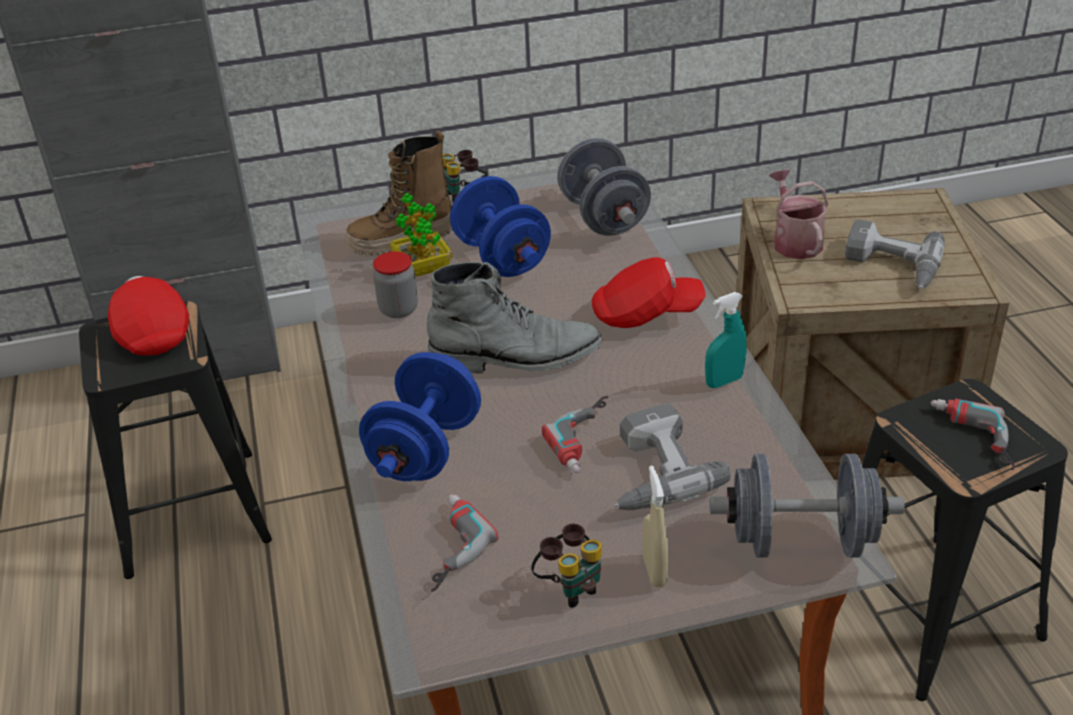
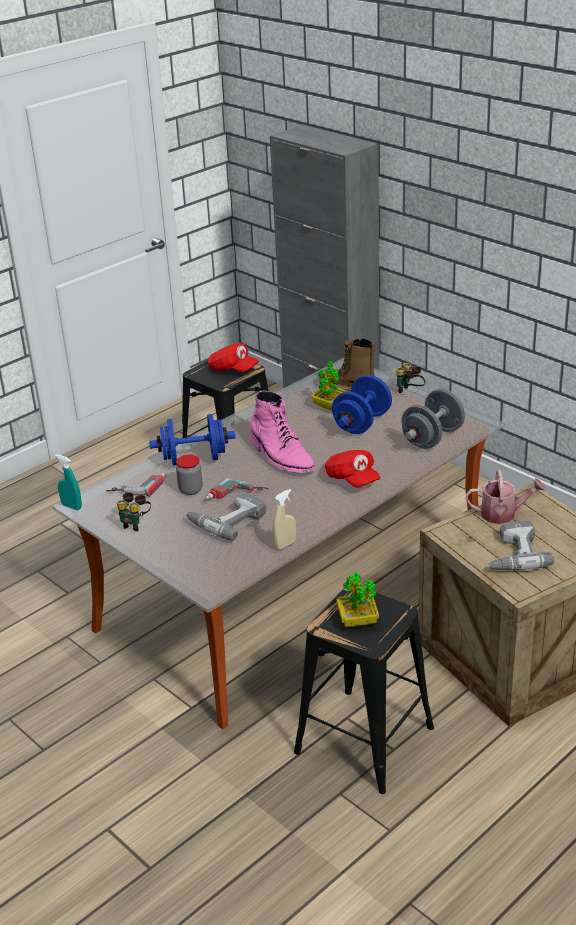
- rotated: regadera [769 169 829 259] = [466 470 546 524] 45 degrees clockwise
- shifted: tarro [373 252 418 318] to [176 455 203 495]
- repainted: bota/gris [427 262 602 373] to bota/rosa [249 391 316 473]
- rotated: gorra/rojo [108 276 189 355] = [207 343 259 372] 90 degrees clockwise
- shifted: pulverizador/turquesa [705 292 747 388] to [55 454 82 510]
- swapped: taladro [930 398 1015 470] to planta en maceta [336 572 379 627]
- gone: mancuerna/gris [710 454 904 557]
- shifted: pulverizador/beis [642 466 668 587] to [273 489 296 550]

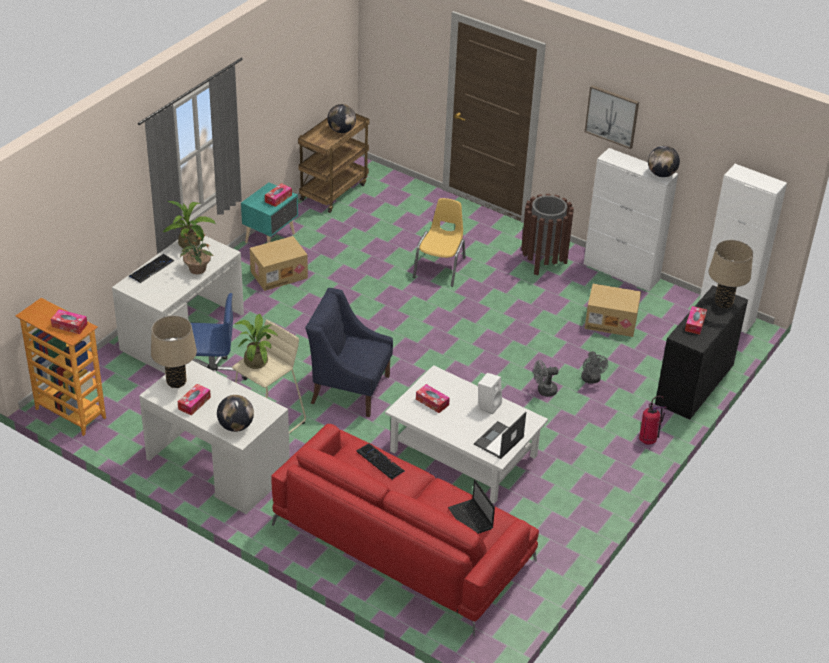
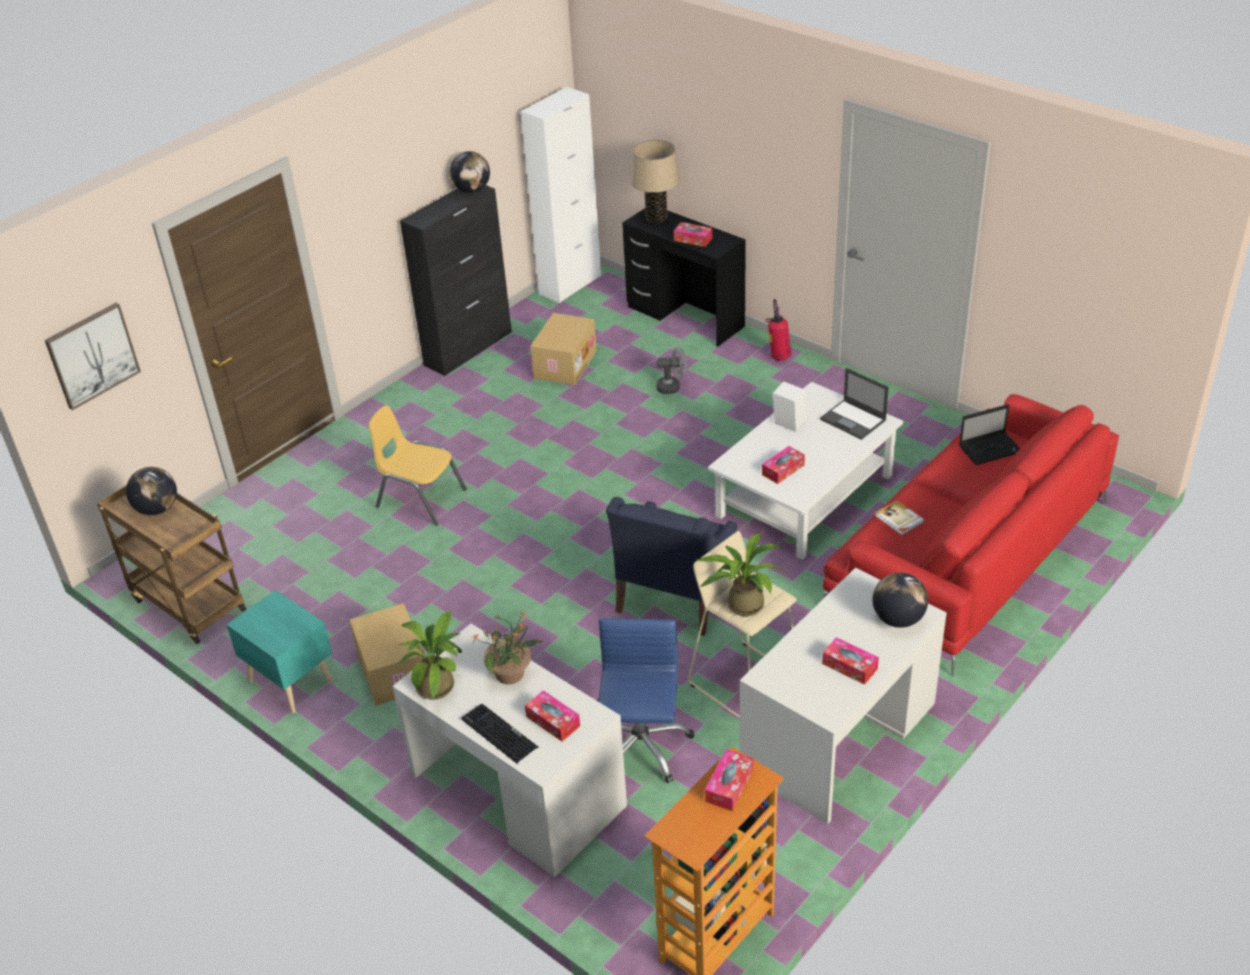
- shifted: cuadro [585 85 639 149] to [45 303 141 410]
- repainted: armario/blanco [584 148 678 291] to armario/negro [400 185 512 376]
- shifted: caja de pañuelos [265 183 292 207] to [525 690 580 741]
- gone: papelera/marrón [521 194 574 275]
- gone: lámpara de mesa/beis [151 315 197 388]
- gone: ventilador/gris [533 360 559 397]
- swapped: teclado [357 444 405 480] to libro [875 500 924 535]

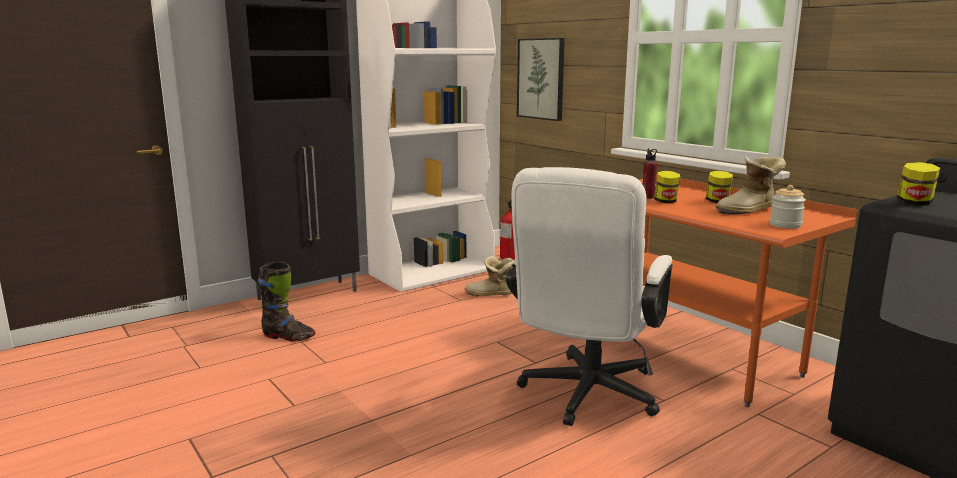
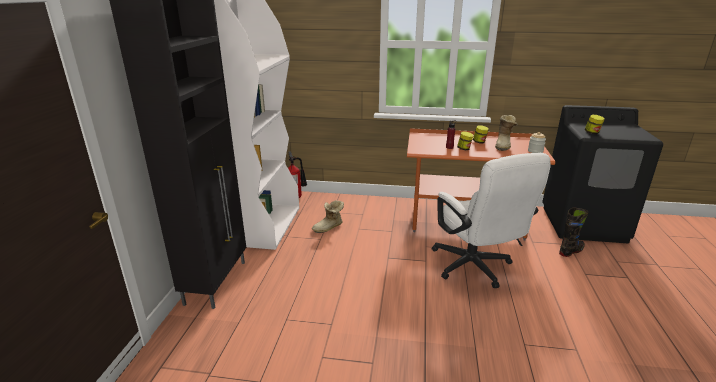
- gone: cuadro [517 38 565 121]
- shifted: bota/negro [258 262 315 342] to [559 207 588 257]

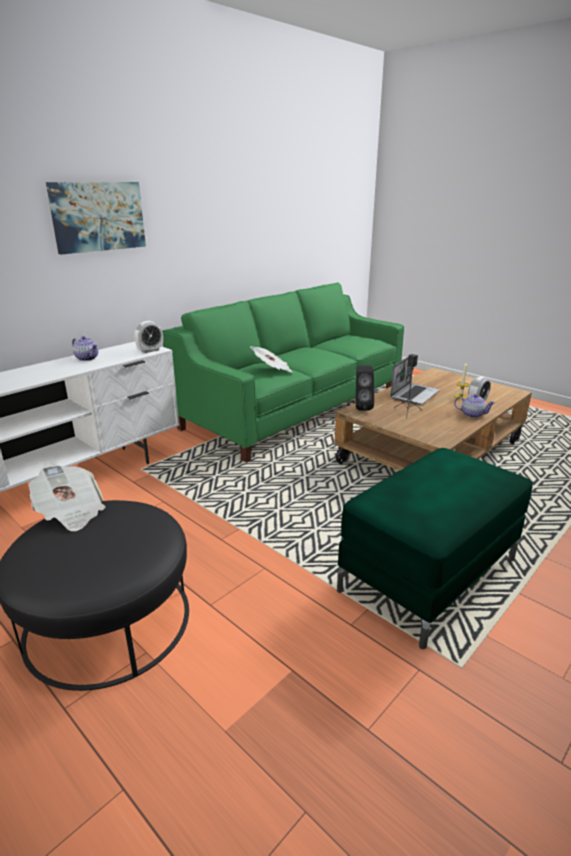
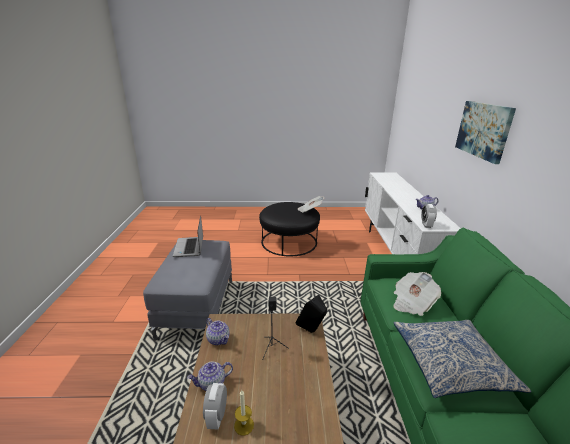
- shifted: portátil [390 357 440 405] to [173 216 203 257]
- repainted: puf/verde [337 448 533 649] to puf/gris [143 240 232 341]
- new: tetera [206 318 230 345]
- new: cojín [393 320 532 398]

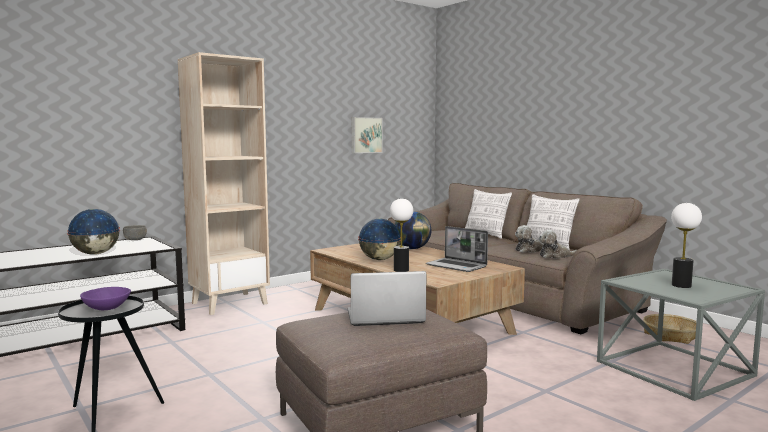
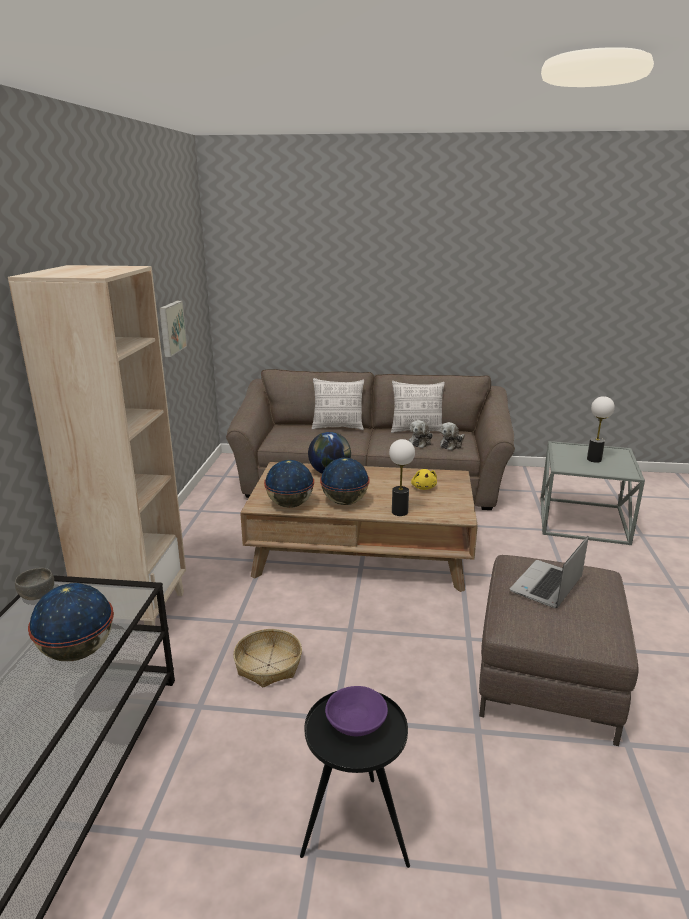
- swapped: portátil [426 226 488 272] to peluche/amarillo [411 469 437 490]
- shifted: cesta [643 314 697 344] to [233 629 302 687]
- new: globo terráqueo [264 460 314 508]

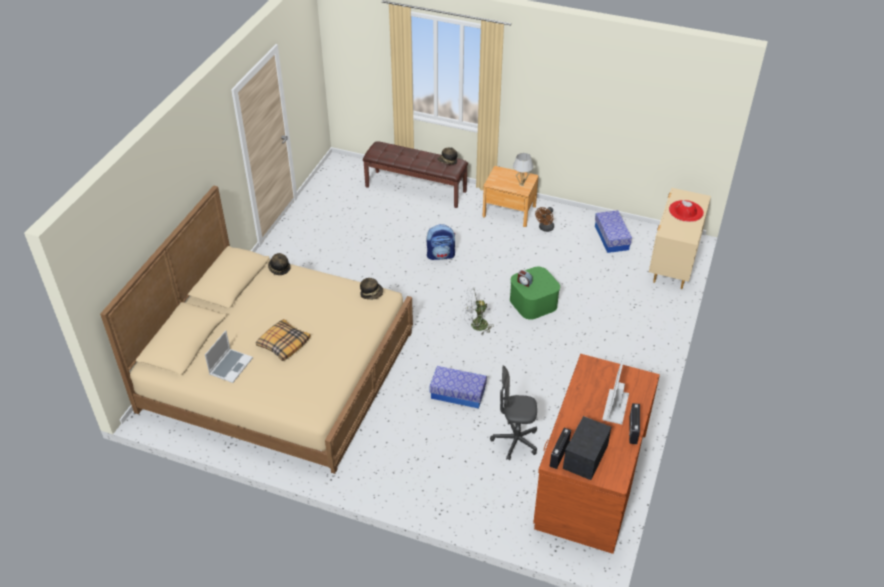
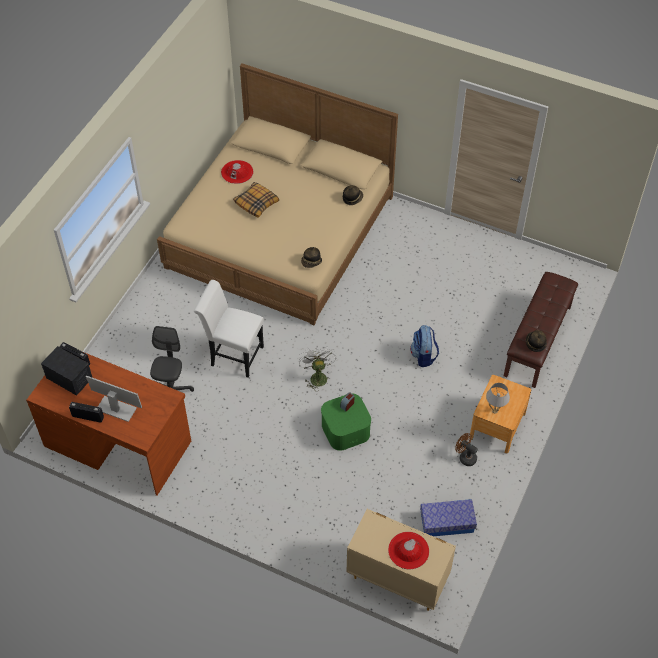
- swapped: portátil [205 330 253 383] to sombrero/rojo [221 160 253 184]
- swapped: caja de almacenaje [429 366 487 409] to silla/blanco [194 280 264 378]

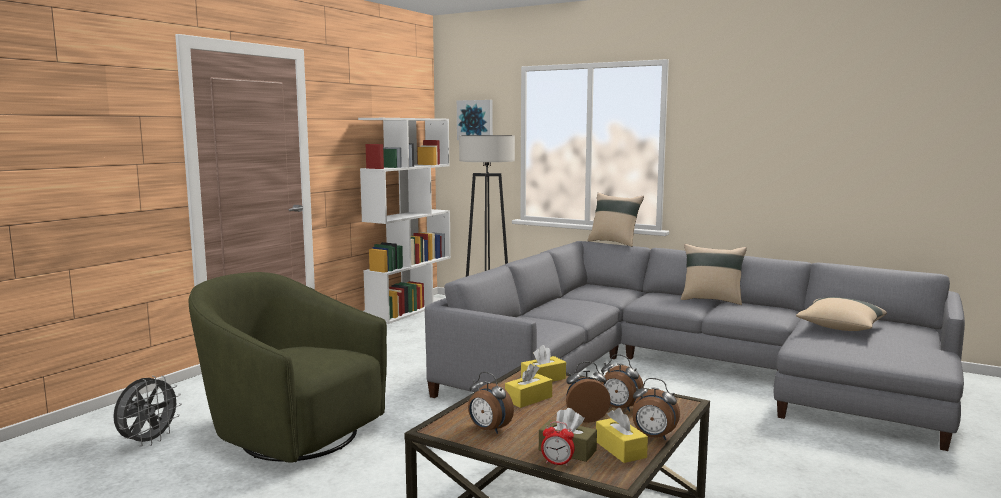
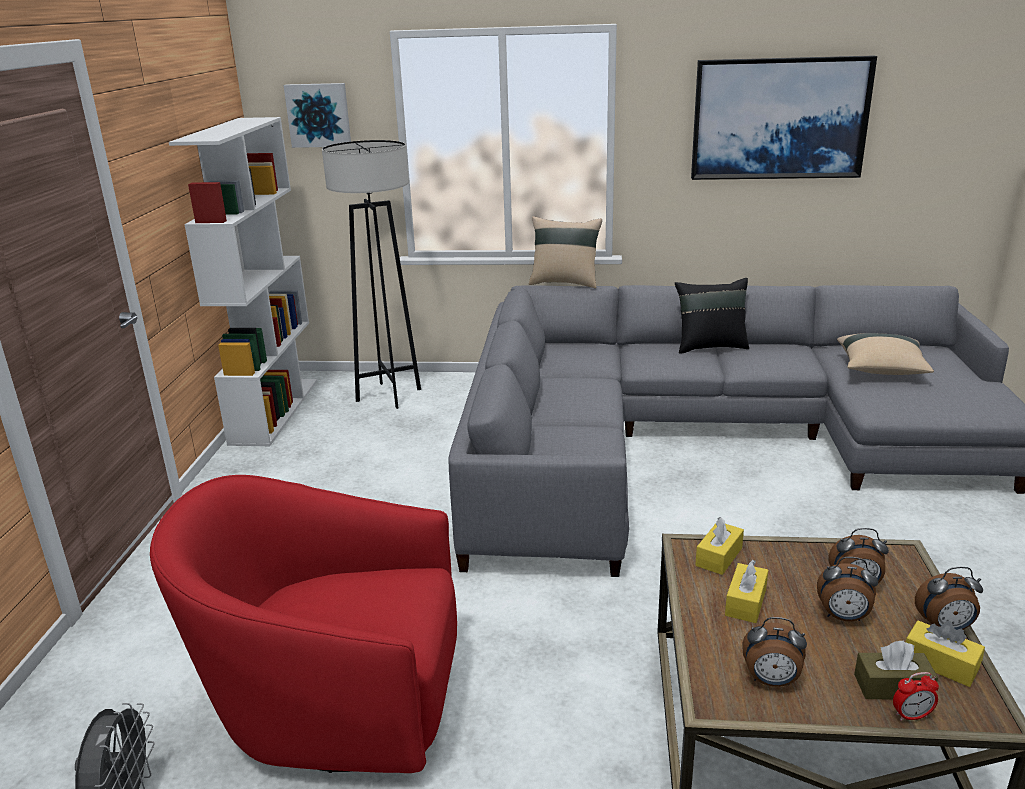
- repainted: cojín/beis [680 244 747 305] to cojín/negro [675 278 749 354]
- repainted: sillón/verde [188 272 387 463] to sillón/rojo [150 475 457 773]
- rotated: despertador [566 362 610 423] = [817 557 878 621] 135 degrees counterclockwise
- new: cuadro [691 55 877 180]

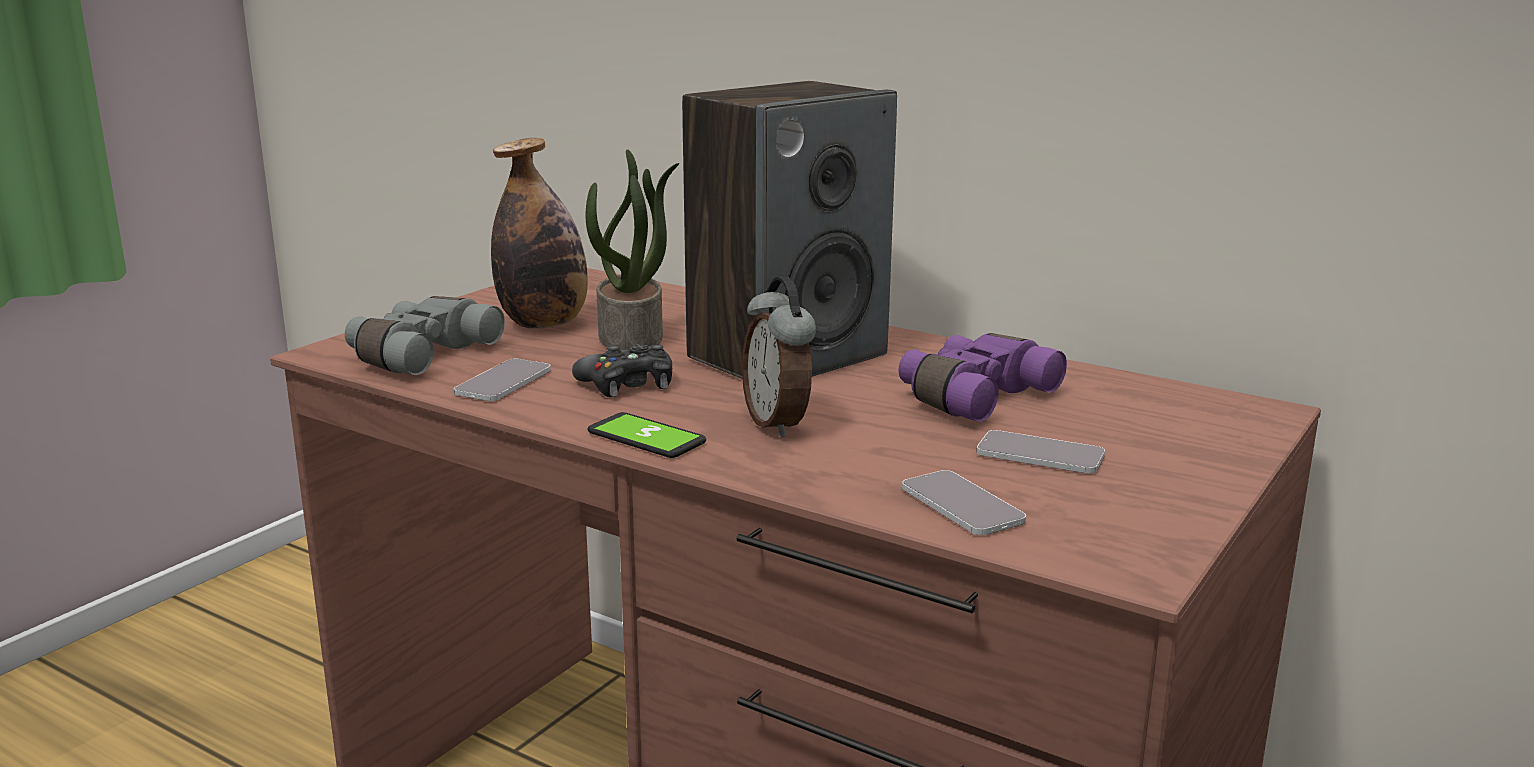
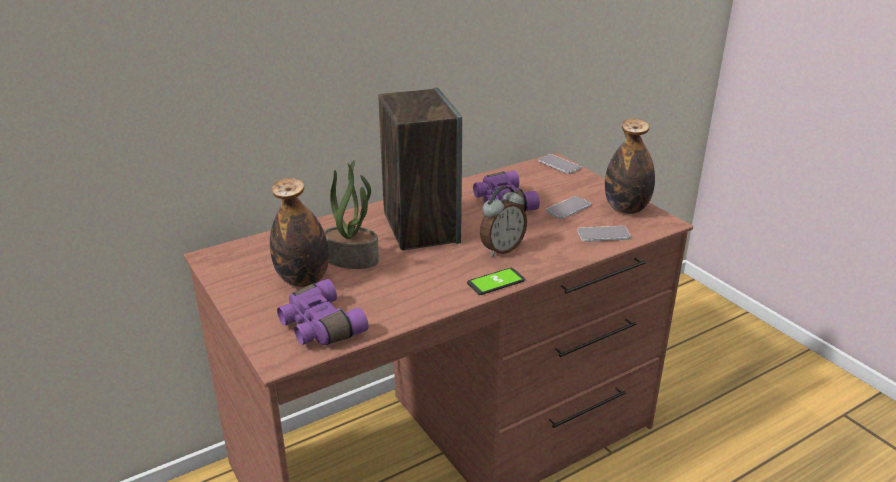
- rotated: despertador [742 277 816 437] = [480 186 527 256] 45 degrees counterclockwise
- repainted: prismáticos/gris [345 296 505 375] to prismáticos/morado [277 279 369 345]
- gone: mando de consola/negro [572 344 672 397]
- shifted: móvil [454 359 551 401] to [538 154 581 174]
- new: botella [605 119 655 214]

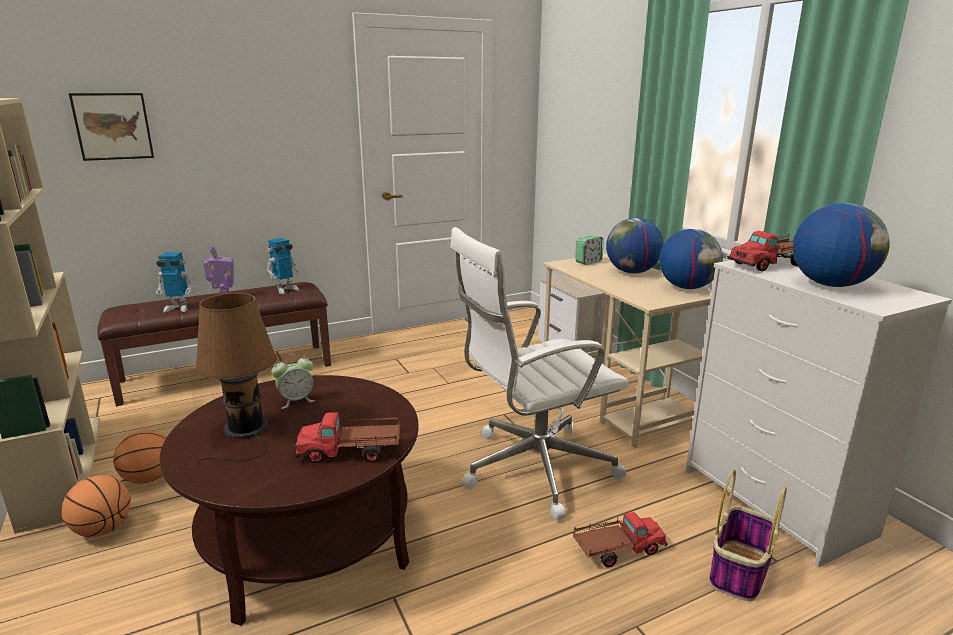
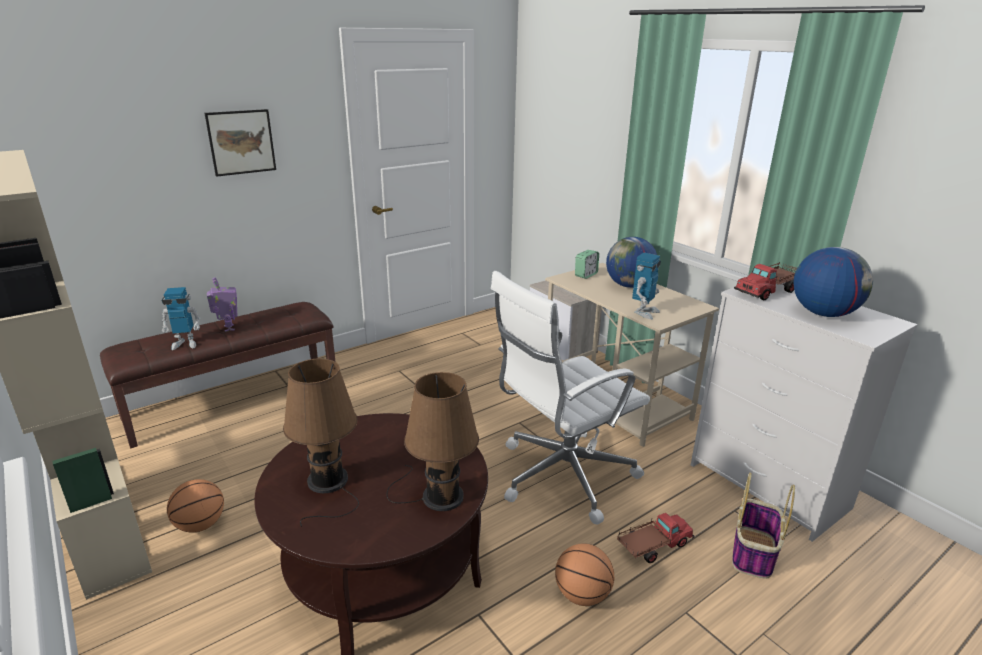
- shifted: cuadro [69 93 154 161] to [205 109 276 177]
- gone: globo terráqueo [659 229 723 289]
- shifted: robot de juguete [267 238 300 294] to [632 252 661 320]
- gone: despertador [271 354 316 409]
- swapped: camión de juguete [294 412 401 463] to lámpara de mesa/marrón [387 372 479 511]
- shifted: balón de baloncesto [62 475 131 537] to [555 543 615 606]

